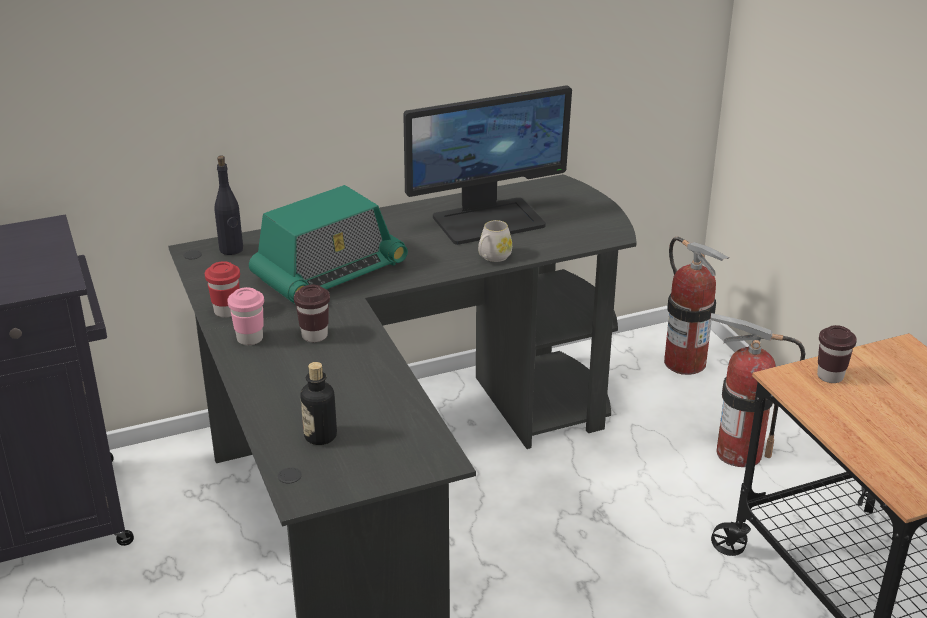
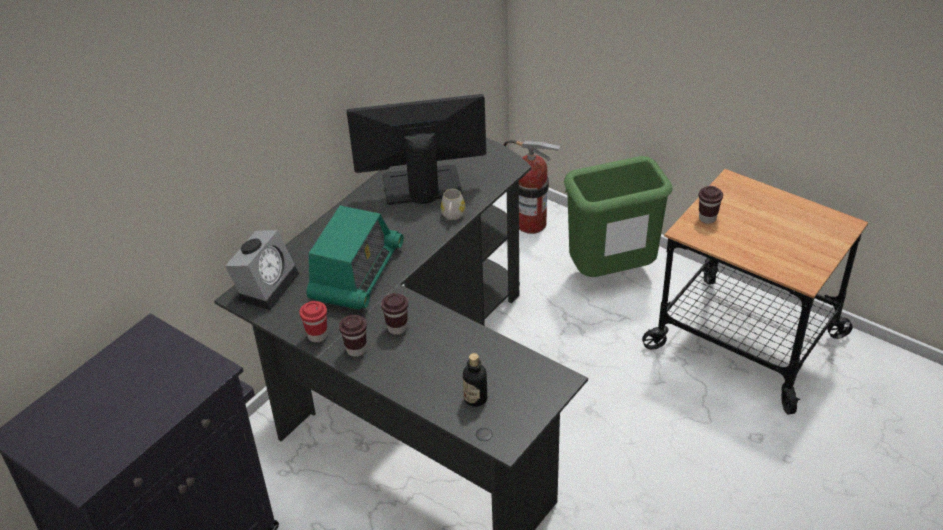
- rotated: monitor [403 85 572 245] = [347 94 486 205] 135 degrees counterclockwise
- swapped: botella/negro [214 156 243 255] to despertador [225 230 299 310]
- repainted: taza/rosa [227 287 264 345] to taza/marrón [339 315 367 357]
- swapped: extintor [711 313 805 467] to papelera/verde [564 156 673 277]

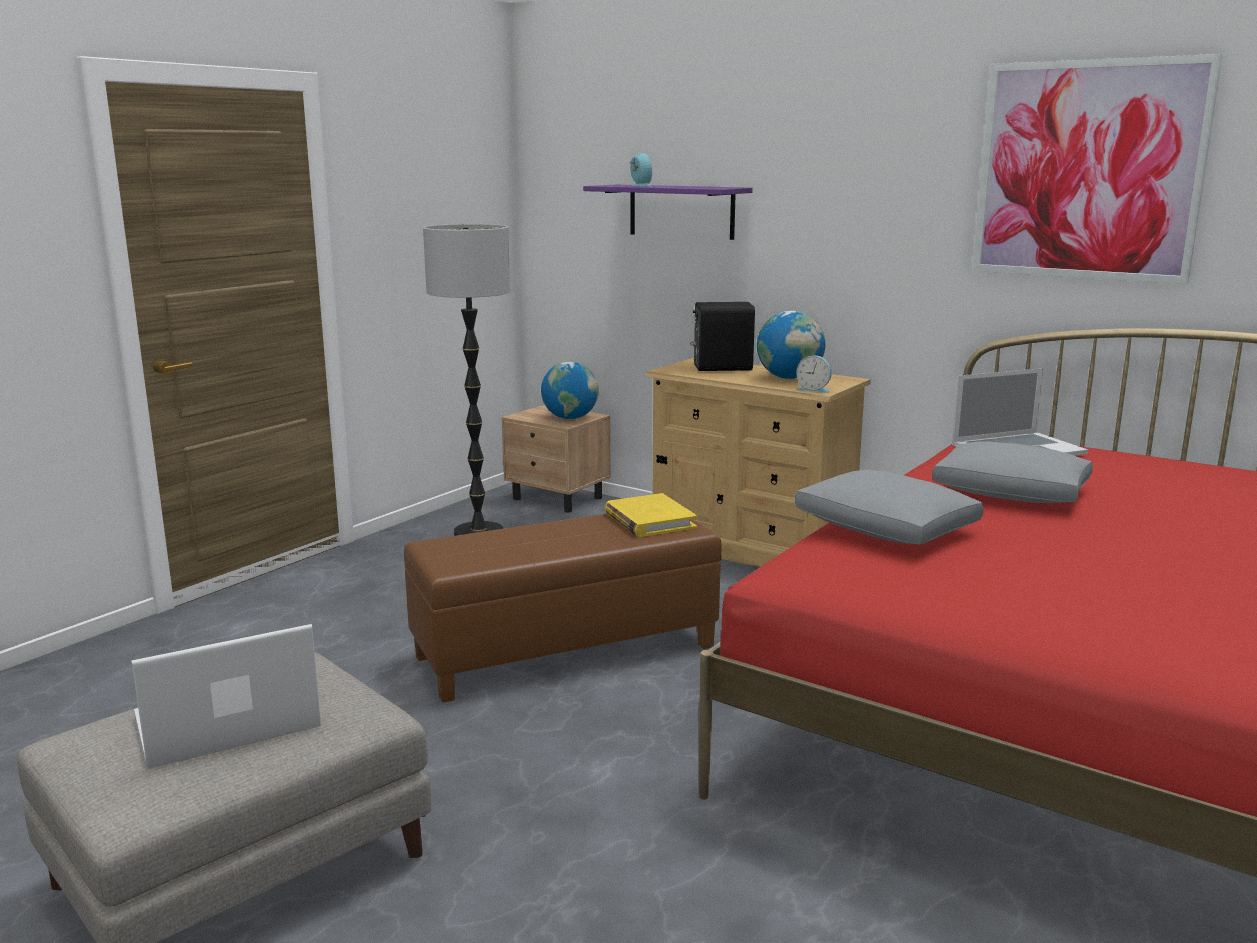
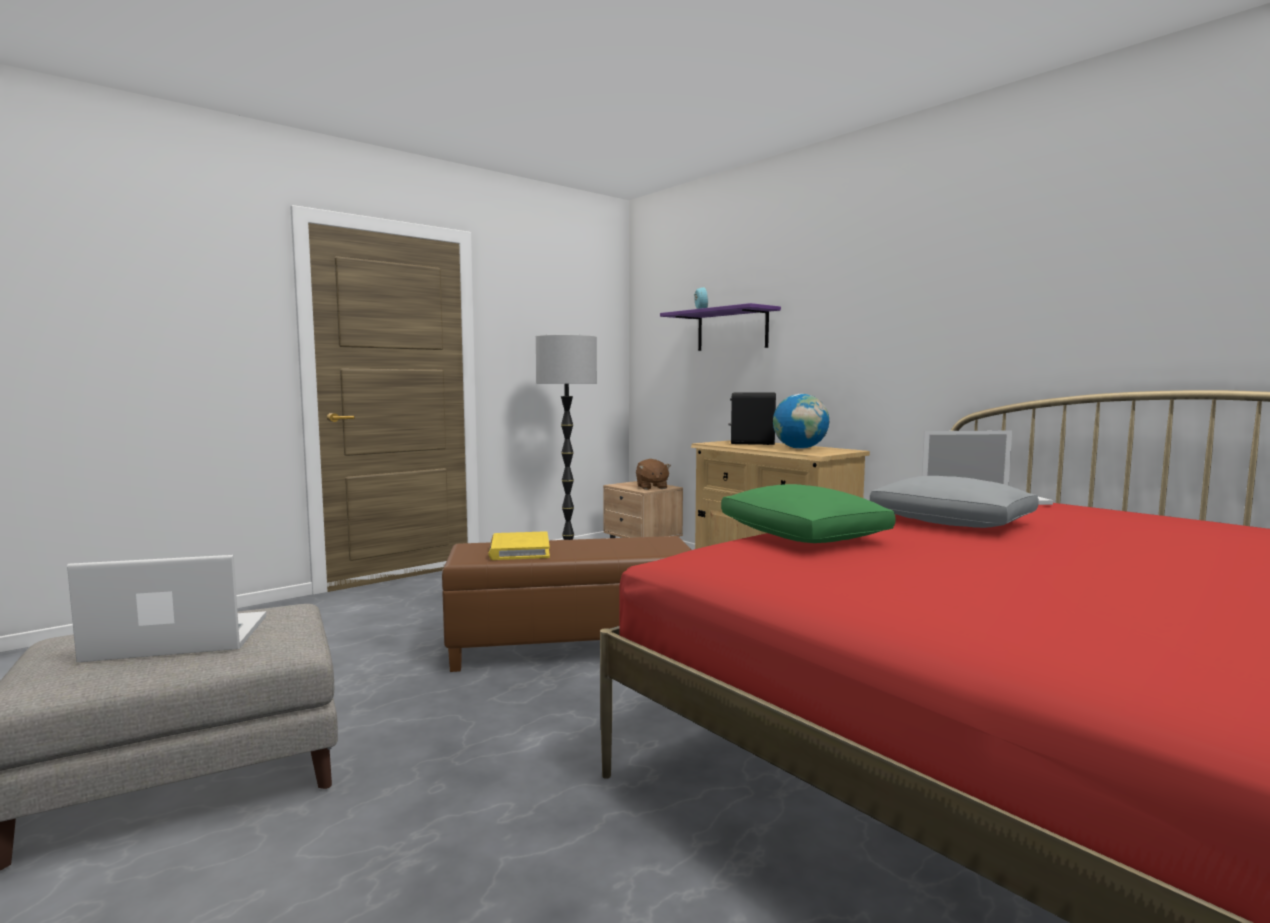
- gone: cuadro [972 54 1223 284]
- gone: despertador [796 356 832 393]
- swapped: globo terráqueo [541 362 599 419] to peluche/marrón [636 459 671 490]
- repainted: cojín/gris [795 470 984 545] to cojín/verde [721 484 896 543]
- shifted: libro/amarillo [605 493 697 537] to [489 531 550 560]

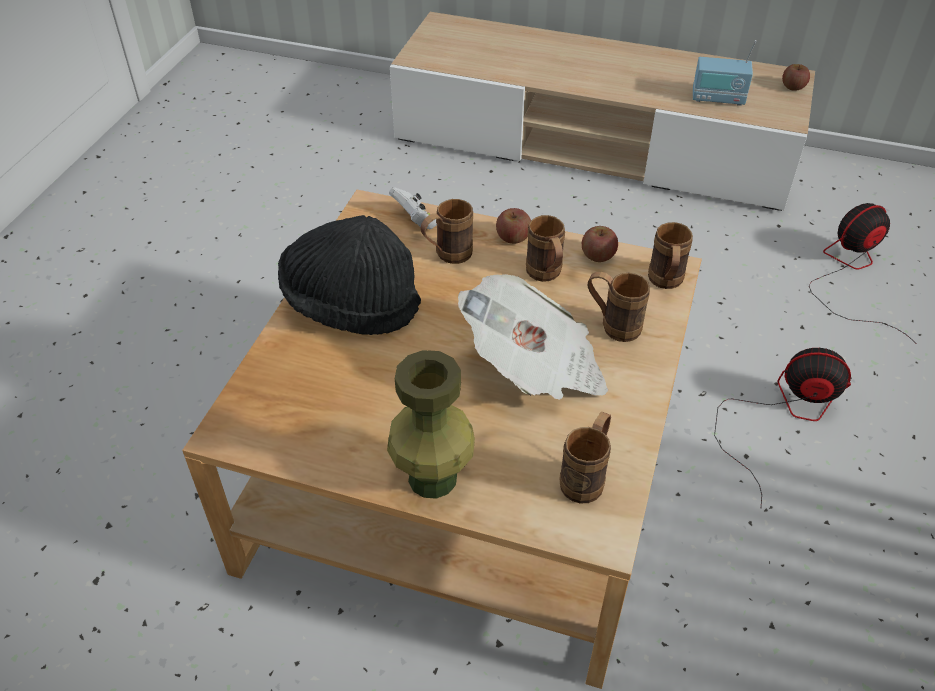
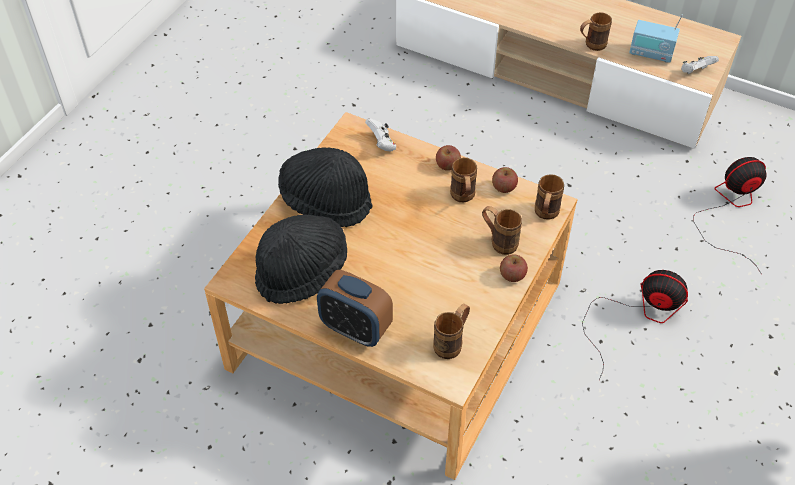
- shifted: manzana [782 64 810 91] to [500 254 528 282]
- shifted: taza grande/marrón [421 199 473 264] to [580 12 612 51]
- gone: periódico [458 274 608 400]
- swapped: florero/verde [387 350 475 499] to despertador [317 270 393 347]
- new: mando de consola/blanco [681 56 719 74]
- new: sombrero/negro [255 215 347 304]

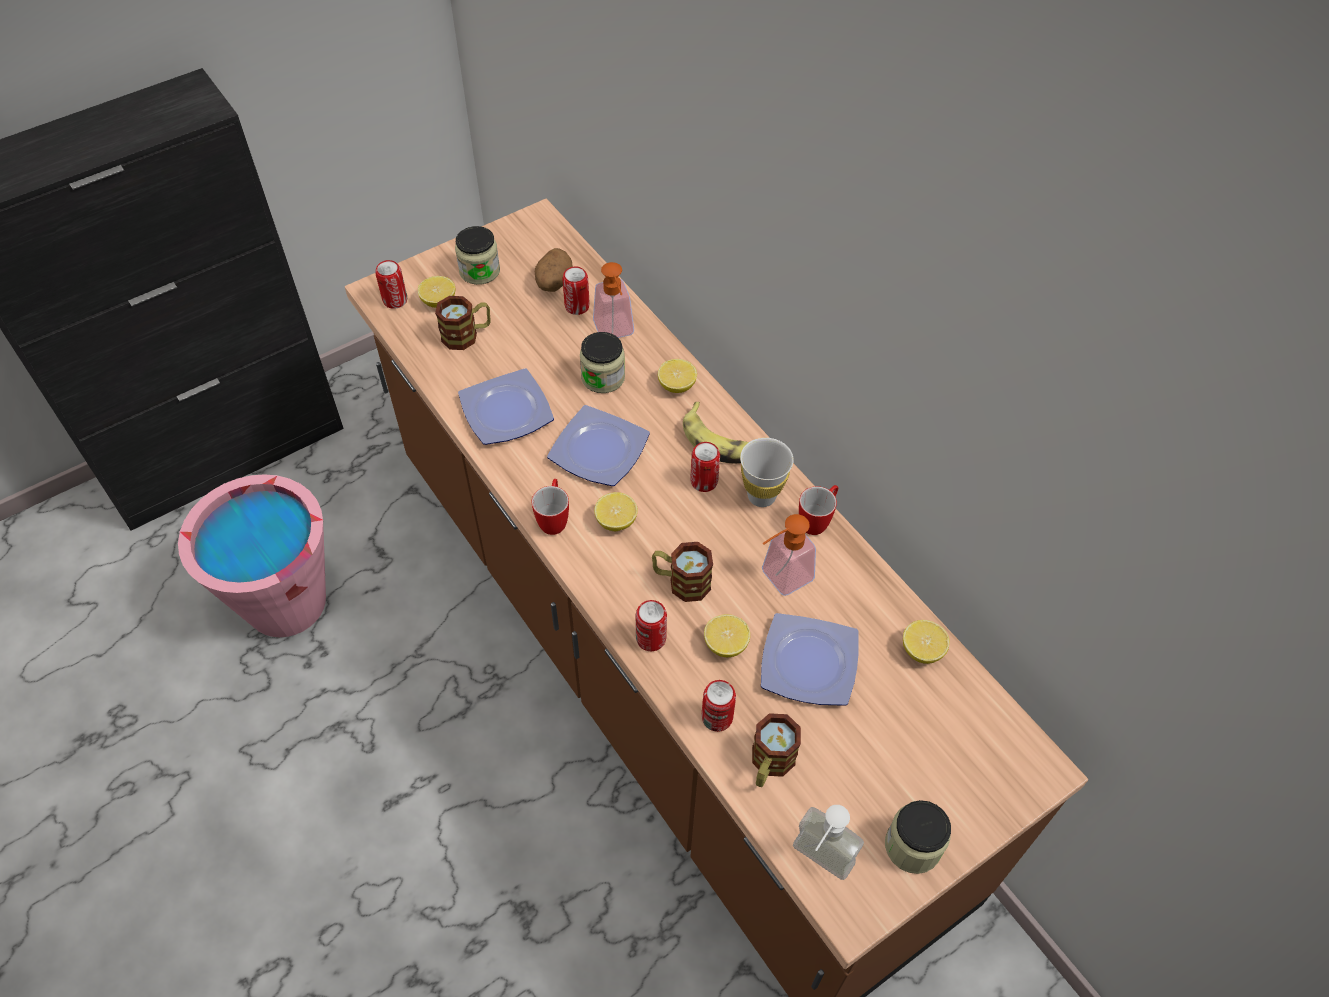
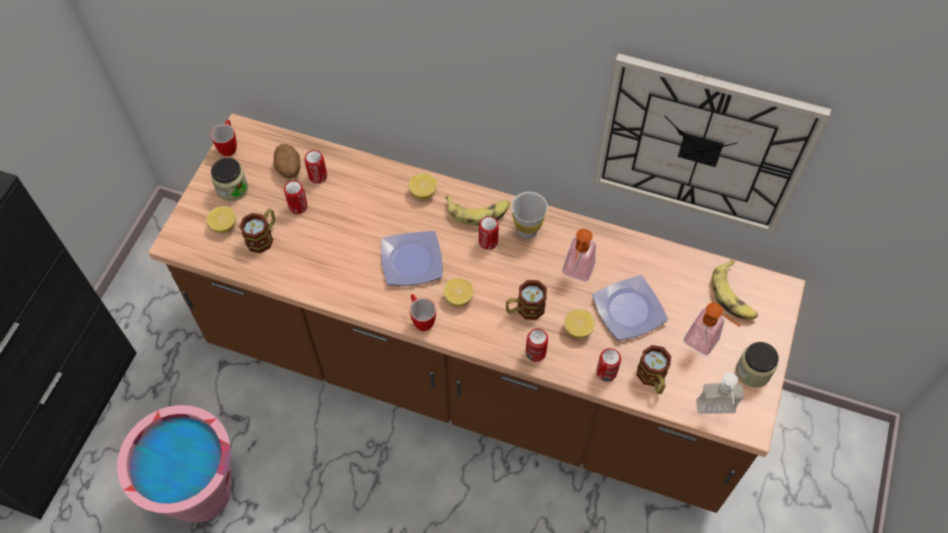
- shifted: lata [375 260 407 309] to [284 180 308 214]
- shifted: dispensador de jabón [593 262 634 338] to [684 303 740 355]
- gone: tarro [580 332 625 393]
- gone: plato [458 368 554 445]
- shifted: taza grande [799 485 838 535] to [210 120 237 156]
- gone: limón [903 620 950 664]
- new: reloj de pared [594 53 831 234]
- new: plátano [712 260 758 320]

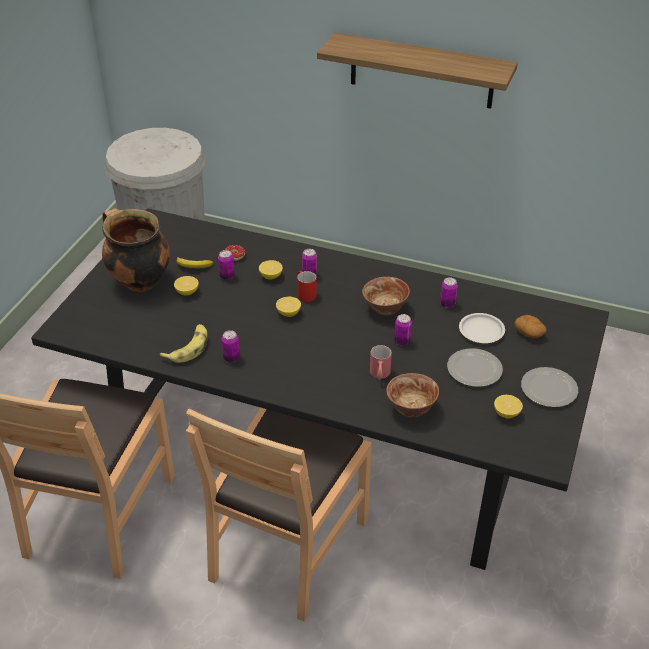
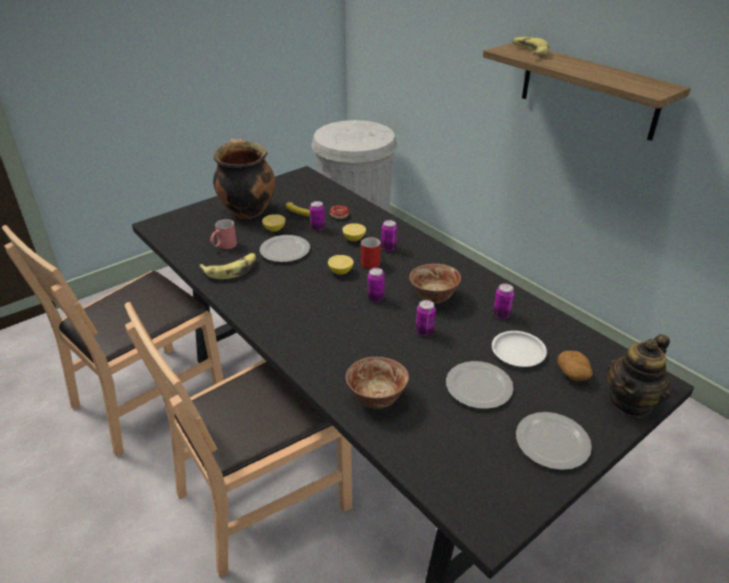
- shifted: lata [222 330 240 362] to [367 268 385 302]
- shifted: taza grande/rojo [370 345 392 380] to [210 219 237 249]
- gone: limón [494 395 523 419]
- new: plátano [512 37 549 55]
- new: plato [260 235 310 262]
- new: tetera [607 334 671 418]

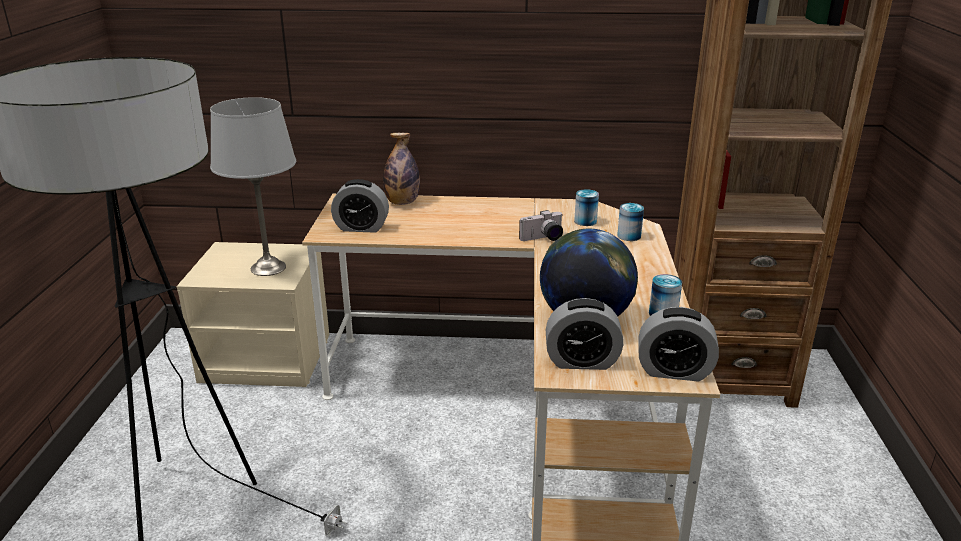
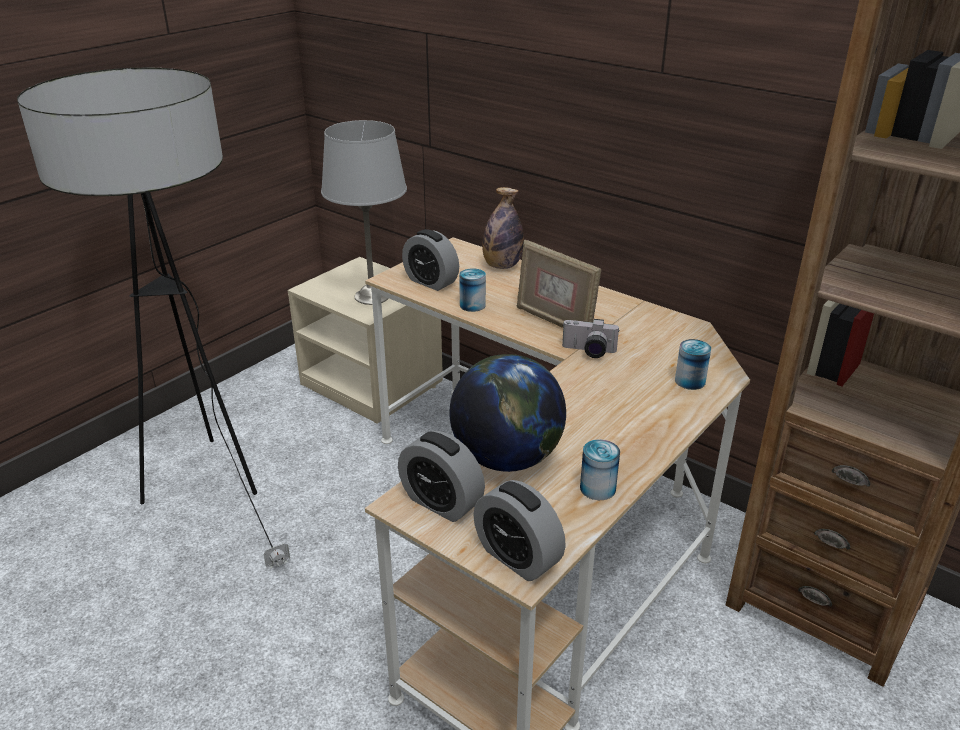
- shifted: lata [574 189 599 226] to [459 268 486 312]
- new: portarretratos [517 240 601 328]

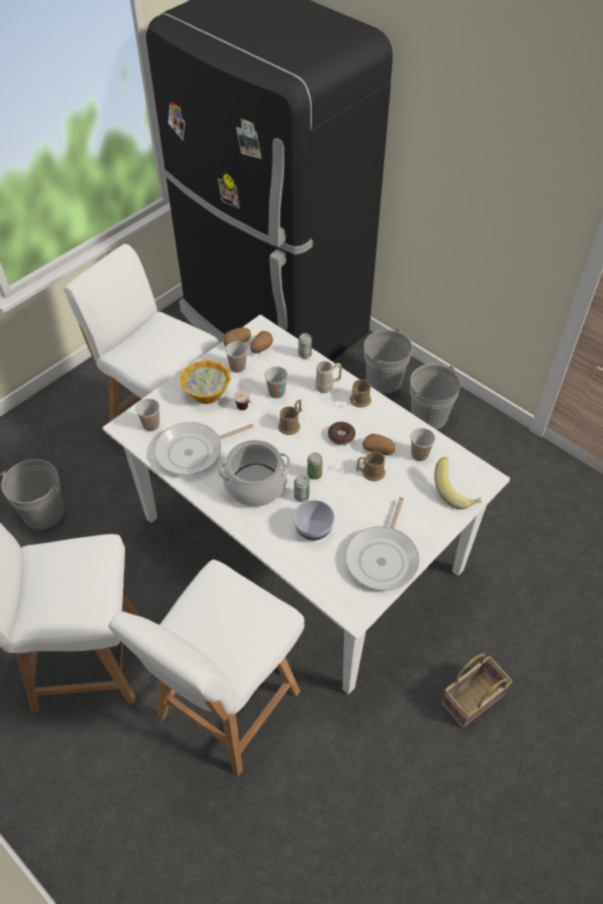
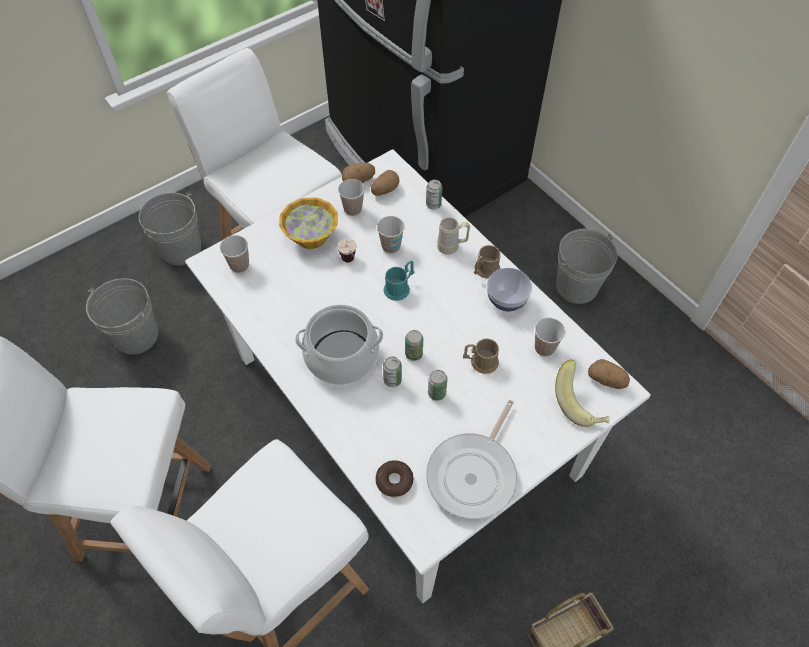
- shifted: cubo/gris [364 328 413 394] to [139 192 201 265]
- repainted: taza grande/marrón [278 400 302 435] to taza grande/turquesa [383 261 414 301]
- gone: sartén [154 422 254 475]
- shifted: rosquilla [328 422 355 445] to [376 460 413 497]
- shifted: patata [362 434 395 455] to [588 359 630 389]
- shifted: cuenco [294 500 334 540] to [487 268 532 311]
- new: lata [428 370 447 401]

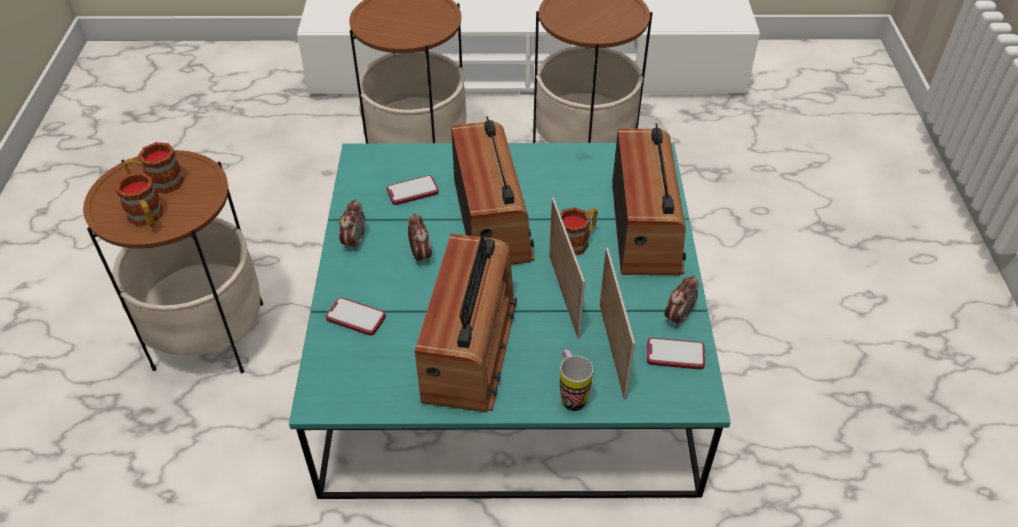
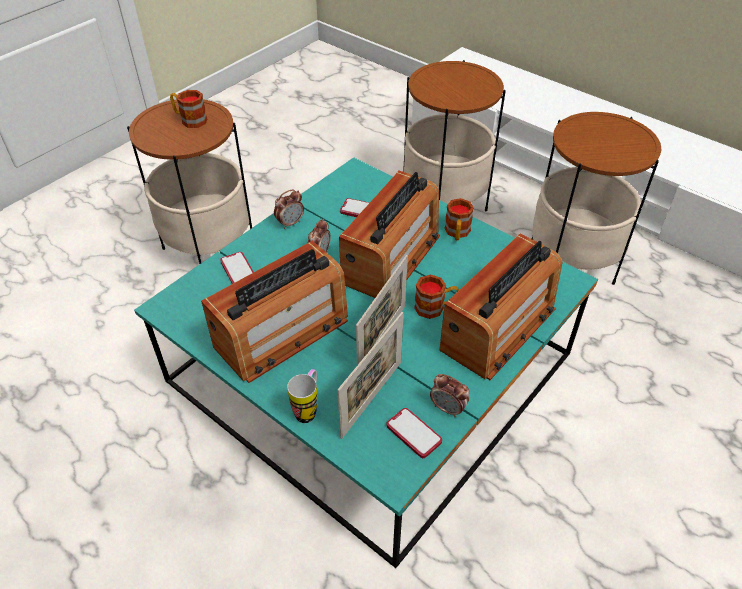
- shifted: taza grande [116 173 163 227] to [445 198 474 240]
- rotated: despertador [664 275 698 328] = [430 374 470 418] 45 degrees clockwise

